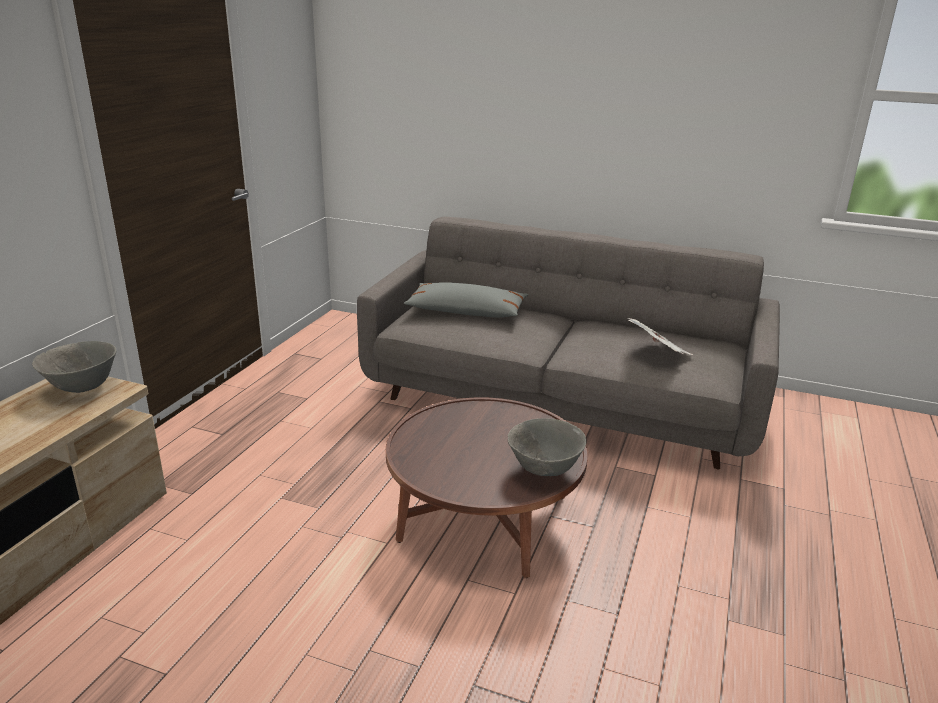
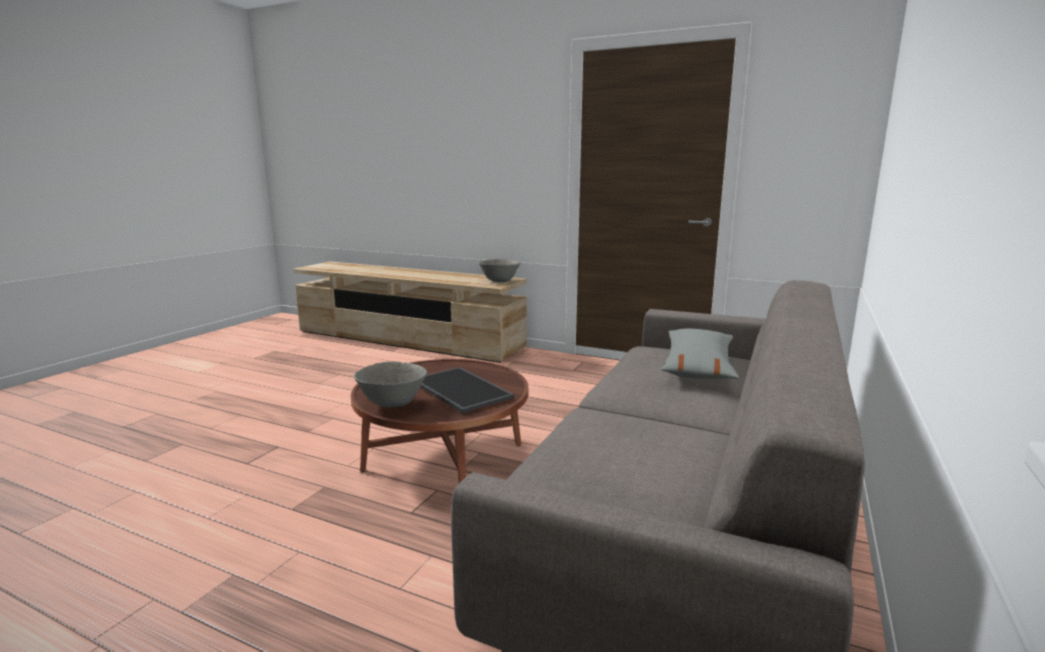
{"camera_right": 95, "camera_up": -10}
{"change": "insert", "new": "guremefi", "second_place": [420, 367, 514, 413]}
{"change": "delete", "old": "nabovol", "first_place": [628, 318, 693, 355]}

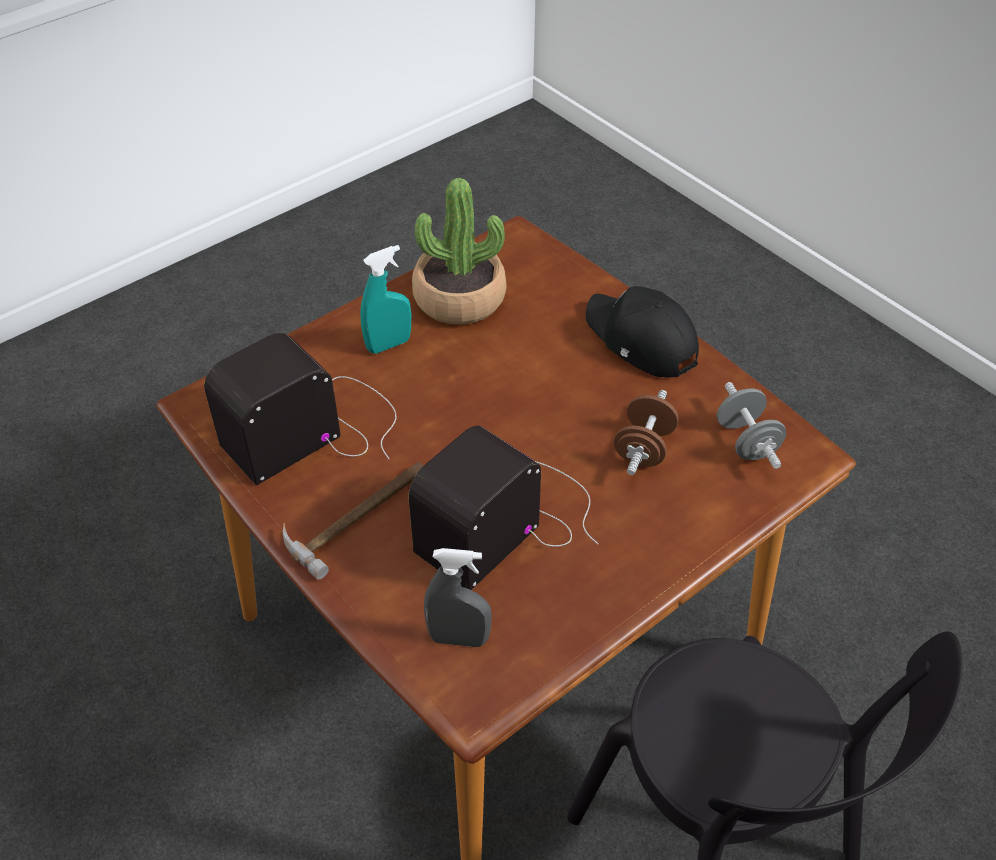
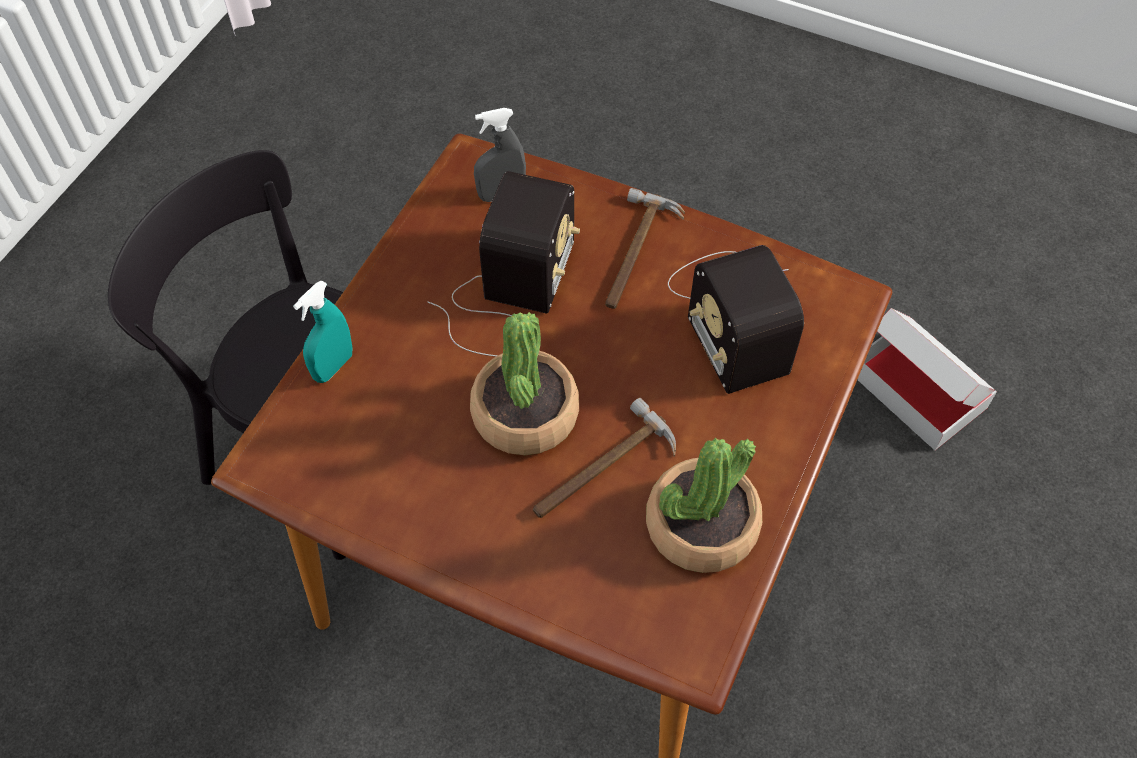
{"camera_right": 155, "camera_up": 10}
{"change": "move", "old": "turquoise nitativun", "first_place": [360, 245, 411, 353], "second_place": [293, 280, 352, 383]}
{"change": "insert", "new": "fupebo", "second_place": [470, 312, 579, 455]}
{"change": "insert", "new": "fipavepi", "second_place": [533, 398, 676, 518]}
{"change": "rotate", "old": "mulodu", "first_place": [204, 333, 397, 485], "second_place": [668, 245, 804, 394], "degrees": 135}
{"change": "insert", "new": "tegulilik", "second_place": [857, 308, 997, 450]}
{"change": "delete", "old": "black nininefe", "first_place": [586, 286, 699, 377]}
{"change": "delete", "old": "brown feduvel", "first_place": [614, 390, 679, 475]}
{"change": "delete", "old": "grey feduvel", "first_place": [717, 382, 786, 469]}

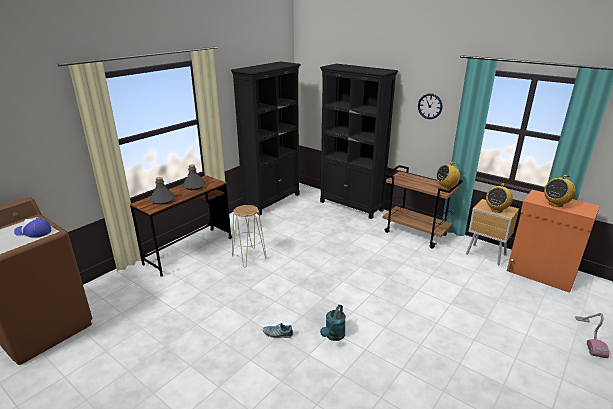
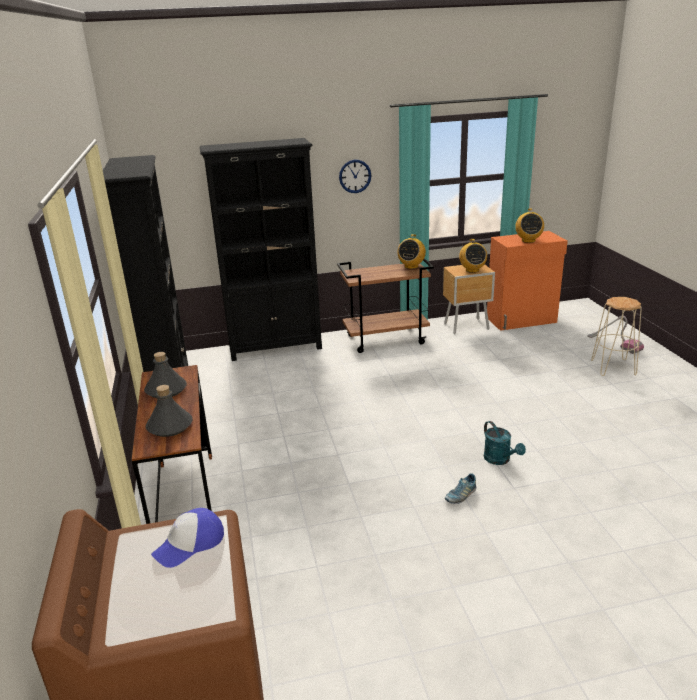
{"camera_right": -50, "camera_up": 0}
{"change": "move", "old": "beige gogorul", "first_place": [232, 205, 267, 267], "second_place": [591, 297, 642, 376]}

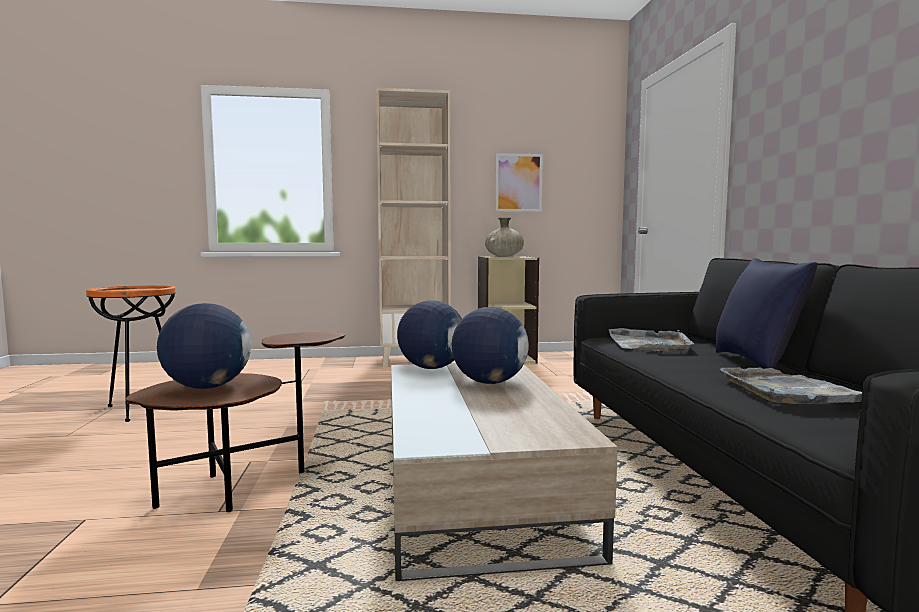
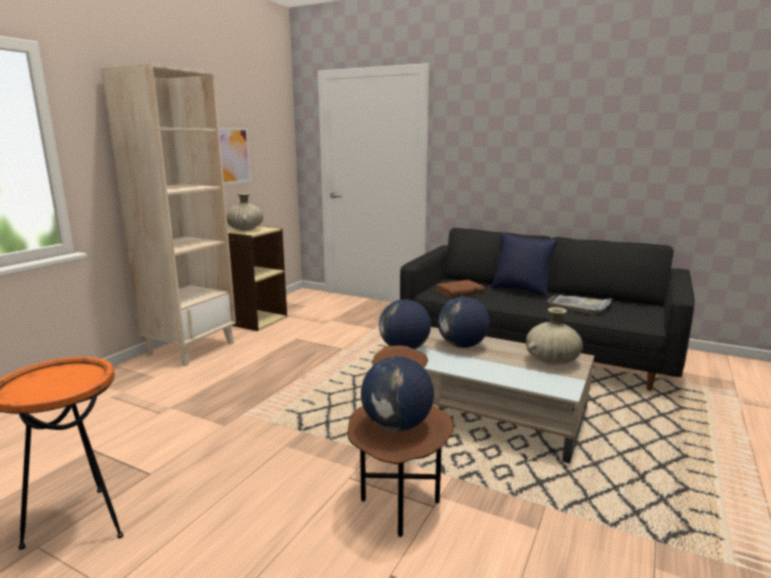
{"camera_right": -55, "camera_up": 10}
{"change": "replace", "old": "grey guremefi", "new": "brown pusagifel", "first_place": [609, 328, 694, 352], "second_place": [435, 280, 484, 297]}
{"change": "insert", "new": "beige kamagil", "second_place": [526, 307, 583, 365]}

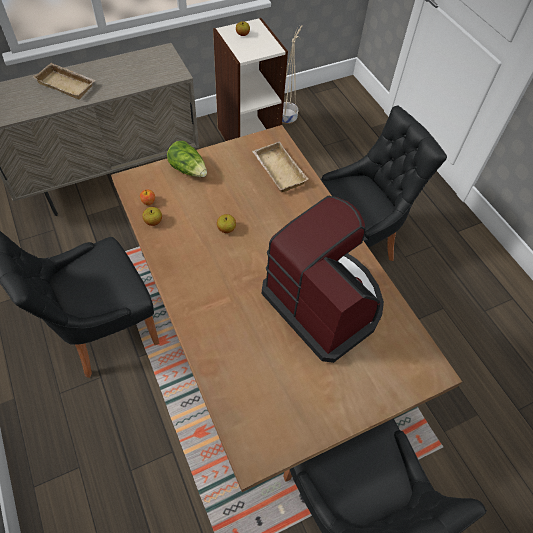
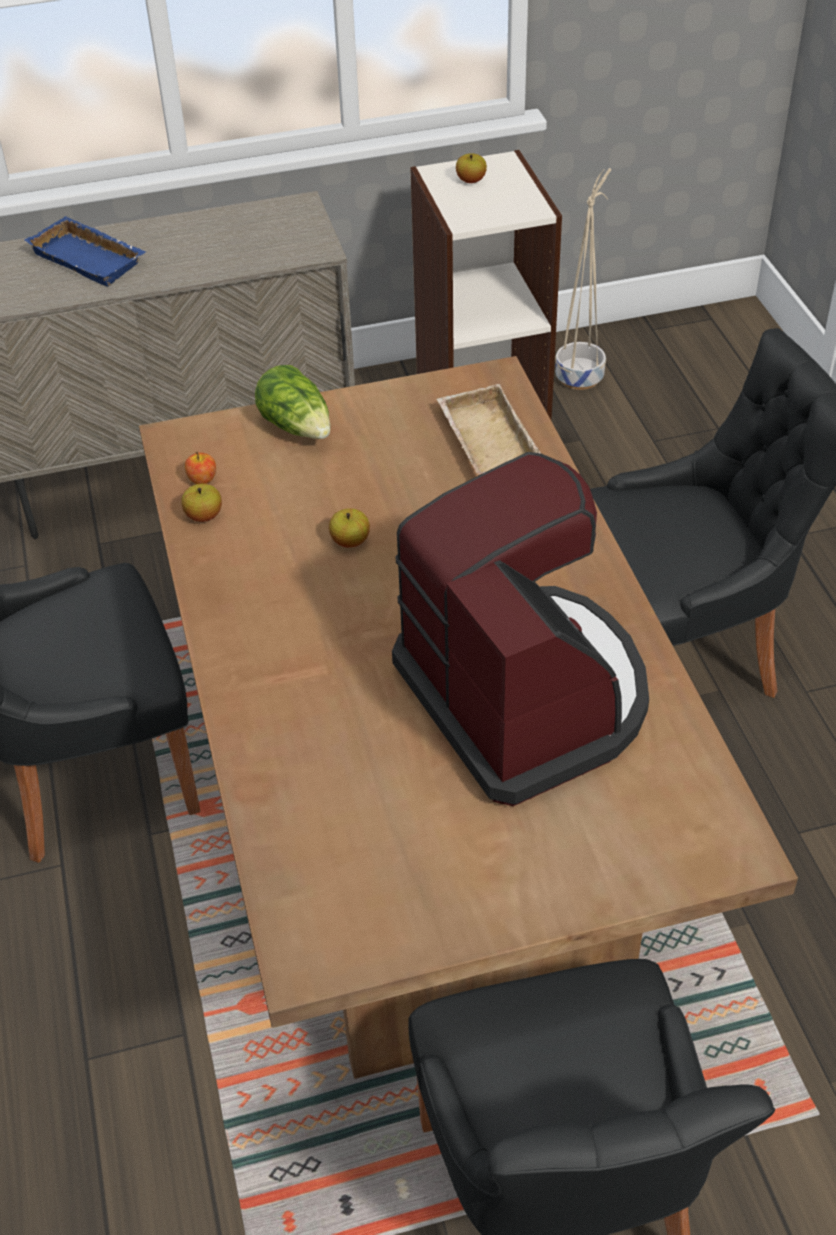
{"camera_right": 15, "camera_up": -10}
{"change": "recolor", "old": "beige guremefi", "new": "blue guremefi", "first_place": [33, 63, 96, 100], "second_place": [24, 216, 146, 286]}

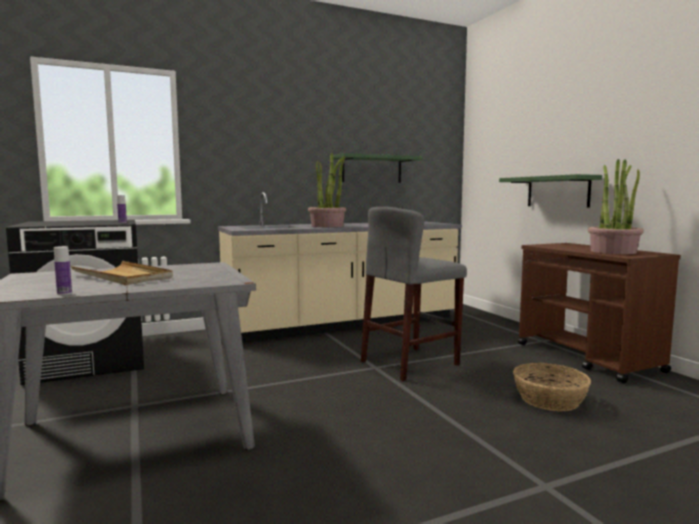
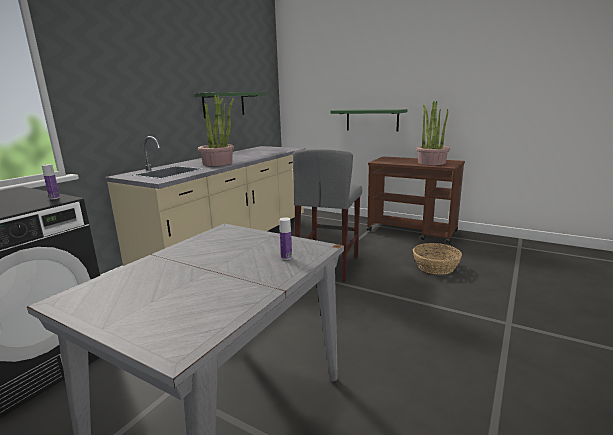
{"camera_right": -35, "camera_up": 10}
{"change": "move", "old": "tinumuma", "first_place": [54, 246, 72, 295], "second_place": [279, 217, 292, 260]}
{"change": "delete", "old": "beige guremefi", "first_place": [71, 261, 173, 285]}

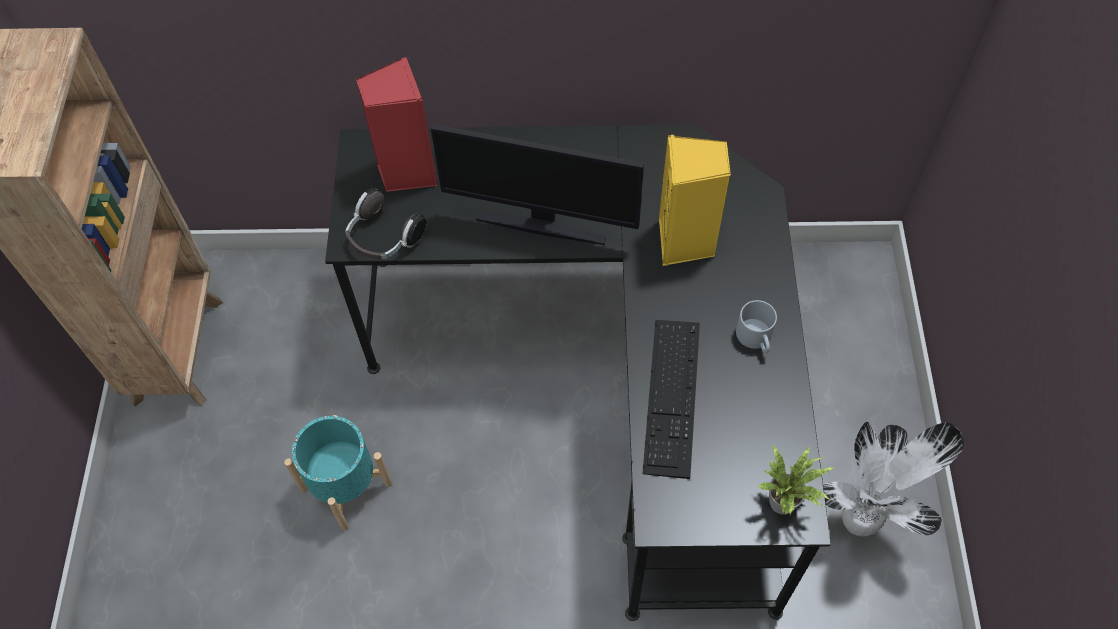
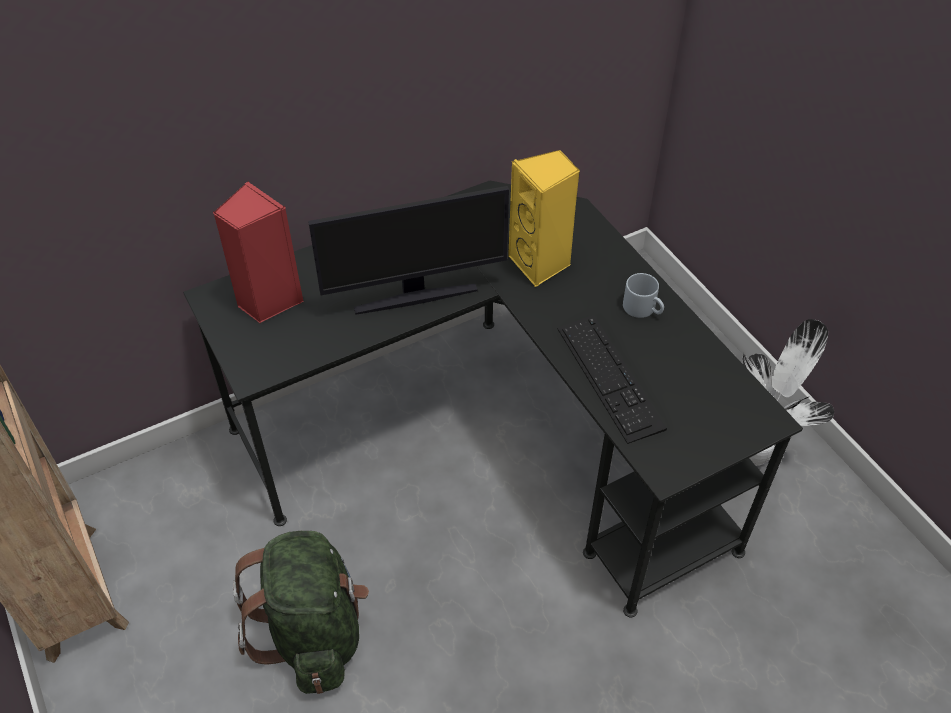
{"camera_right": -30, "camera_up": -10}
{"change": "replace", "old": "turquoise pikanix", "new": "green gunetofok", "first_place": [284, 415, 392, 530], "second_place": [233, 531, 369, 694]}
{"change": "delete", "old": "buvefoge", "first_place": [345, 188, 427, 260]}
{"change": "delete", "old": "fupebo", "first_place": [757, 444, 836, 515]}

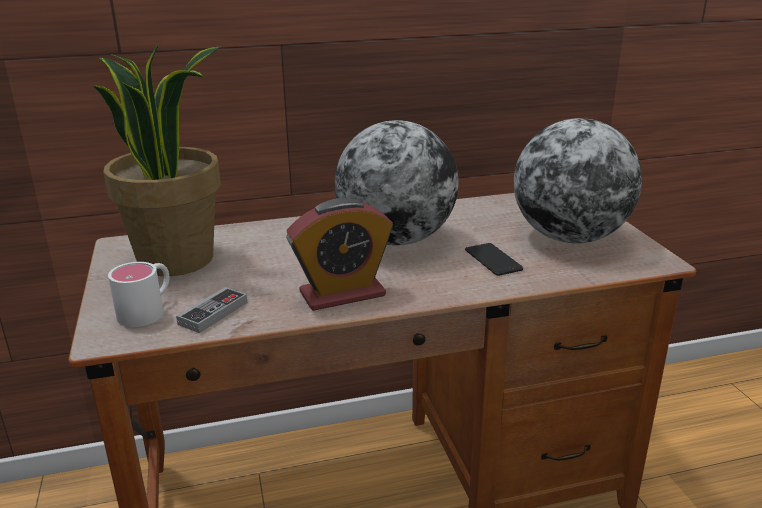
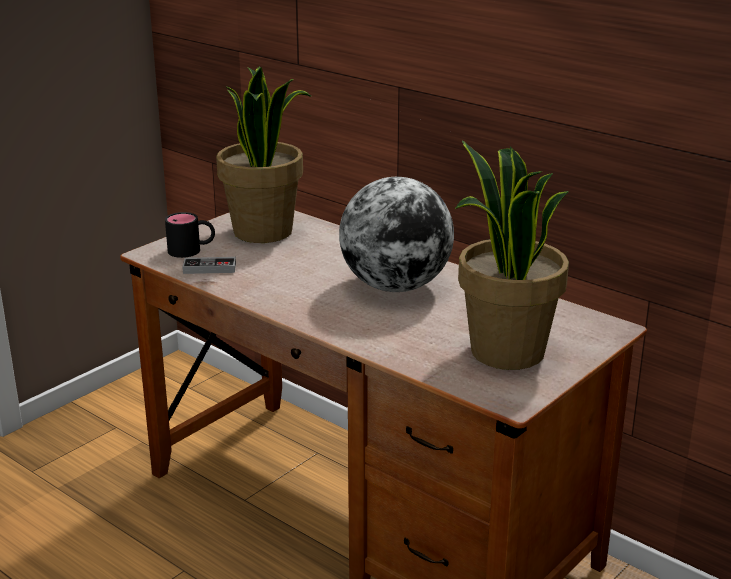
{"camera_right": 55, "camera_up": 0}
{"change": "recolor", "old": "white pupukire", "new": "black pupukire", "first_place": [108, 262, 169, 327], "second_place": [165, 212, 215, 258]}
{"change": "replace", "old": "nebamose", "new": "fupebo", "first_place": [514, 118, 642, 244], "second_place": [455, 140, 569, 370]}
{"change": "delete", "old": "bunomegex", "first_place": [286, 198, 393, 311]}
{"change": "delete", "old": "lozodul", "first_place": [465, 243, 523, 276]}

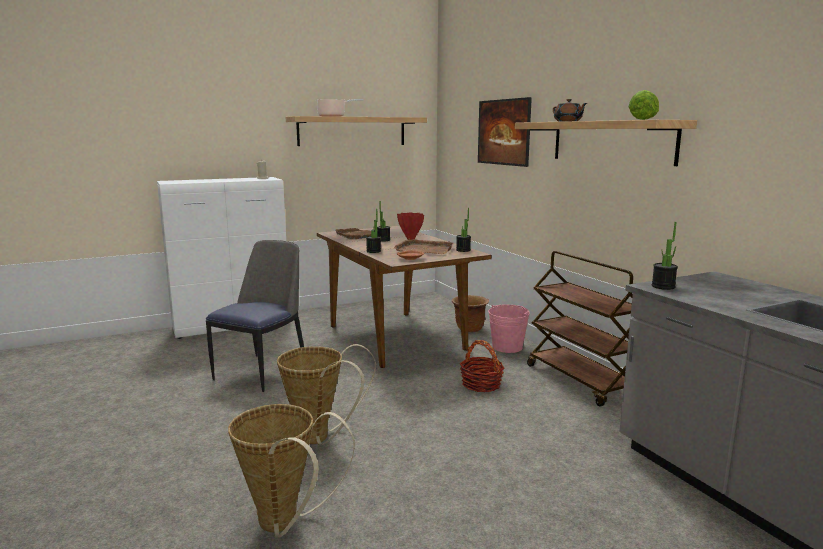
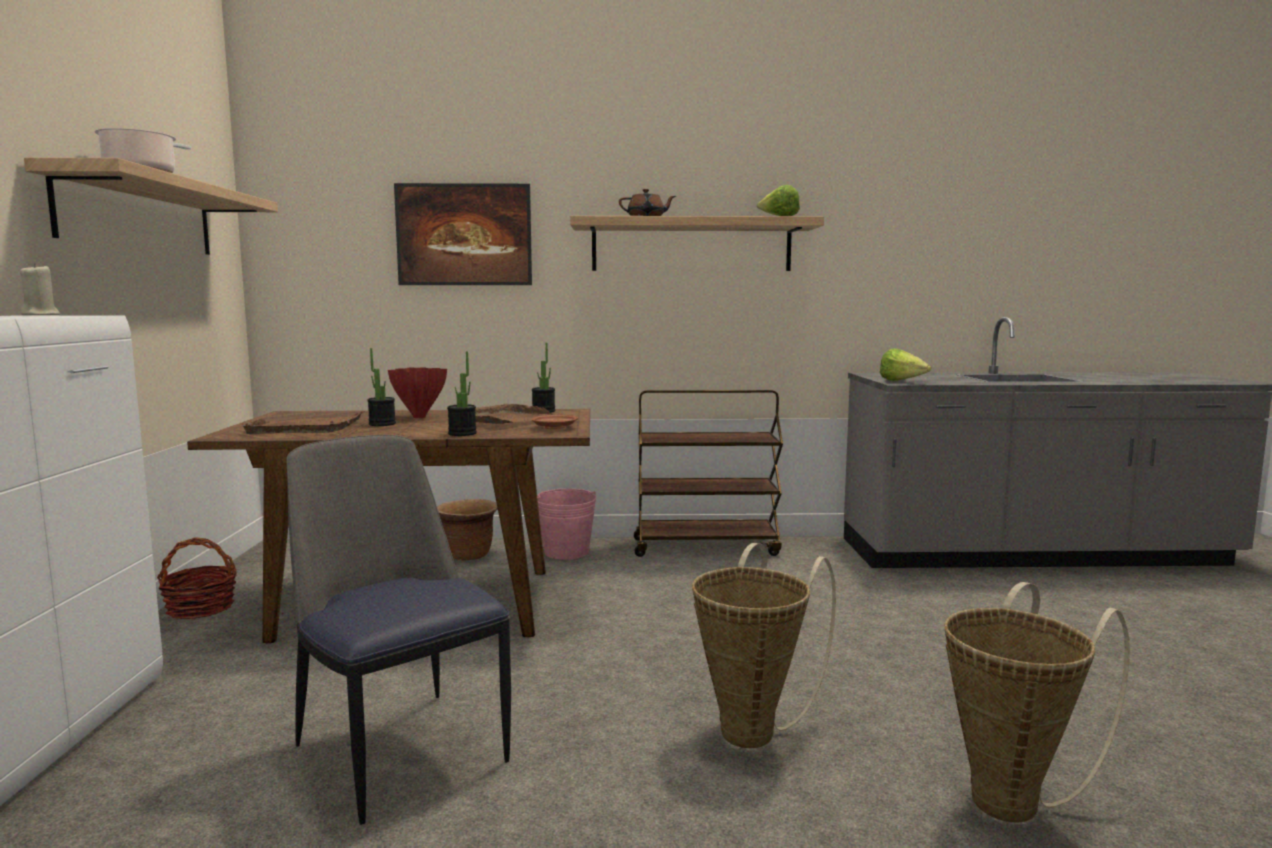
{"camera_right": -65, "camera_up": -5}
{"change": "move", "old": "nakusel", "first_place": [460, 340, 504, 392], "second_place": [157, 537, 237, 619]}
{"change": "replace", "old": "fupebo", "new": "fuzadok", "first_place": [652, 222, 678, 290], "second_place": [880, 348, 931, 381]}

